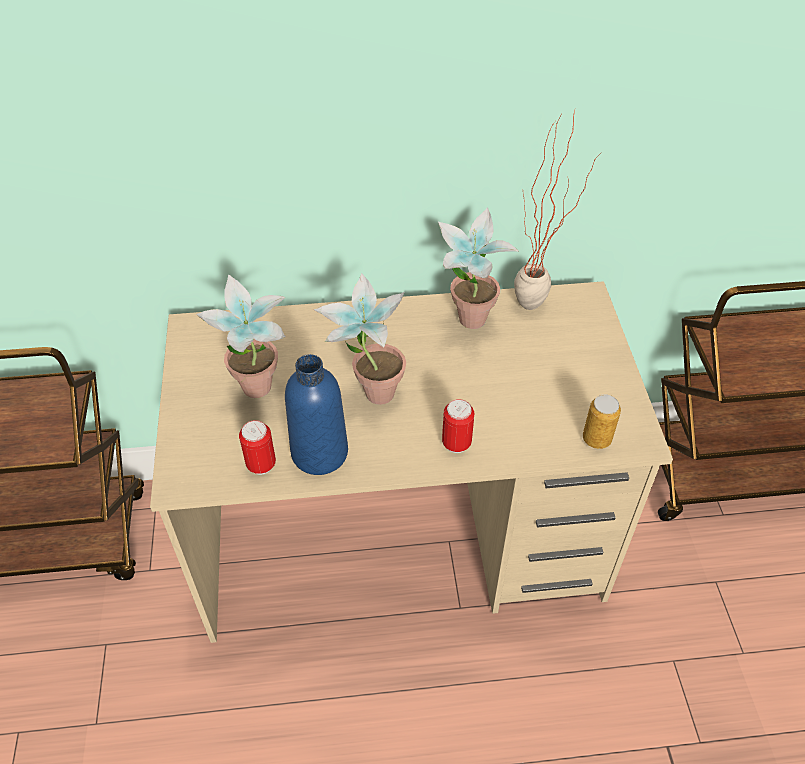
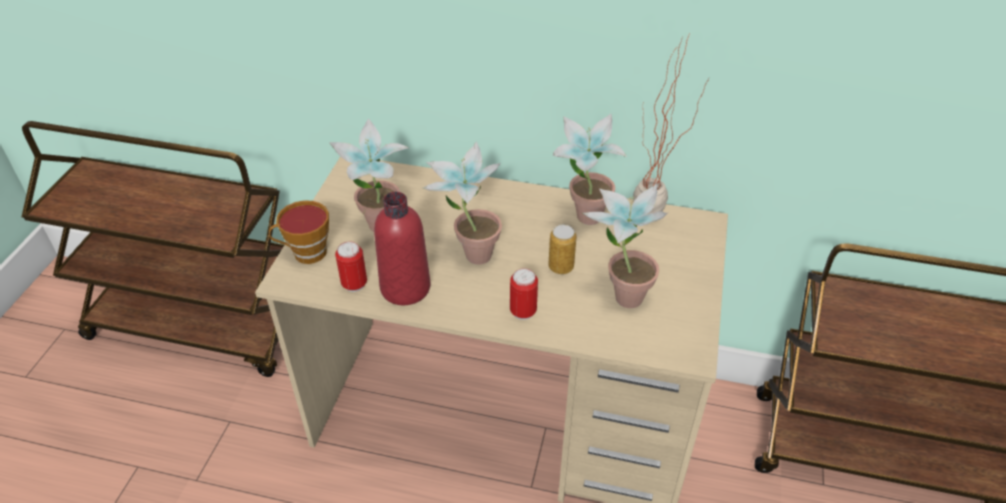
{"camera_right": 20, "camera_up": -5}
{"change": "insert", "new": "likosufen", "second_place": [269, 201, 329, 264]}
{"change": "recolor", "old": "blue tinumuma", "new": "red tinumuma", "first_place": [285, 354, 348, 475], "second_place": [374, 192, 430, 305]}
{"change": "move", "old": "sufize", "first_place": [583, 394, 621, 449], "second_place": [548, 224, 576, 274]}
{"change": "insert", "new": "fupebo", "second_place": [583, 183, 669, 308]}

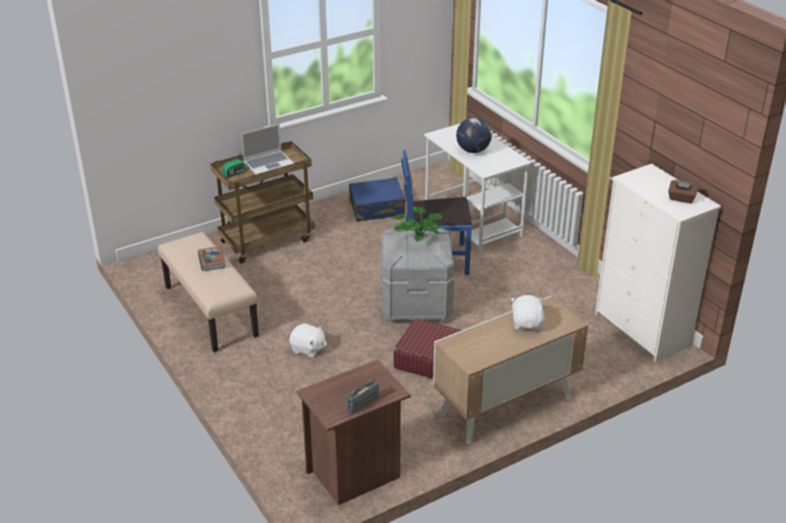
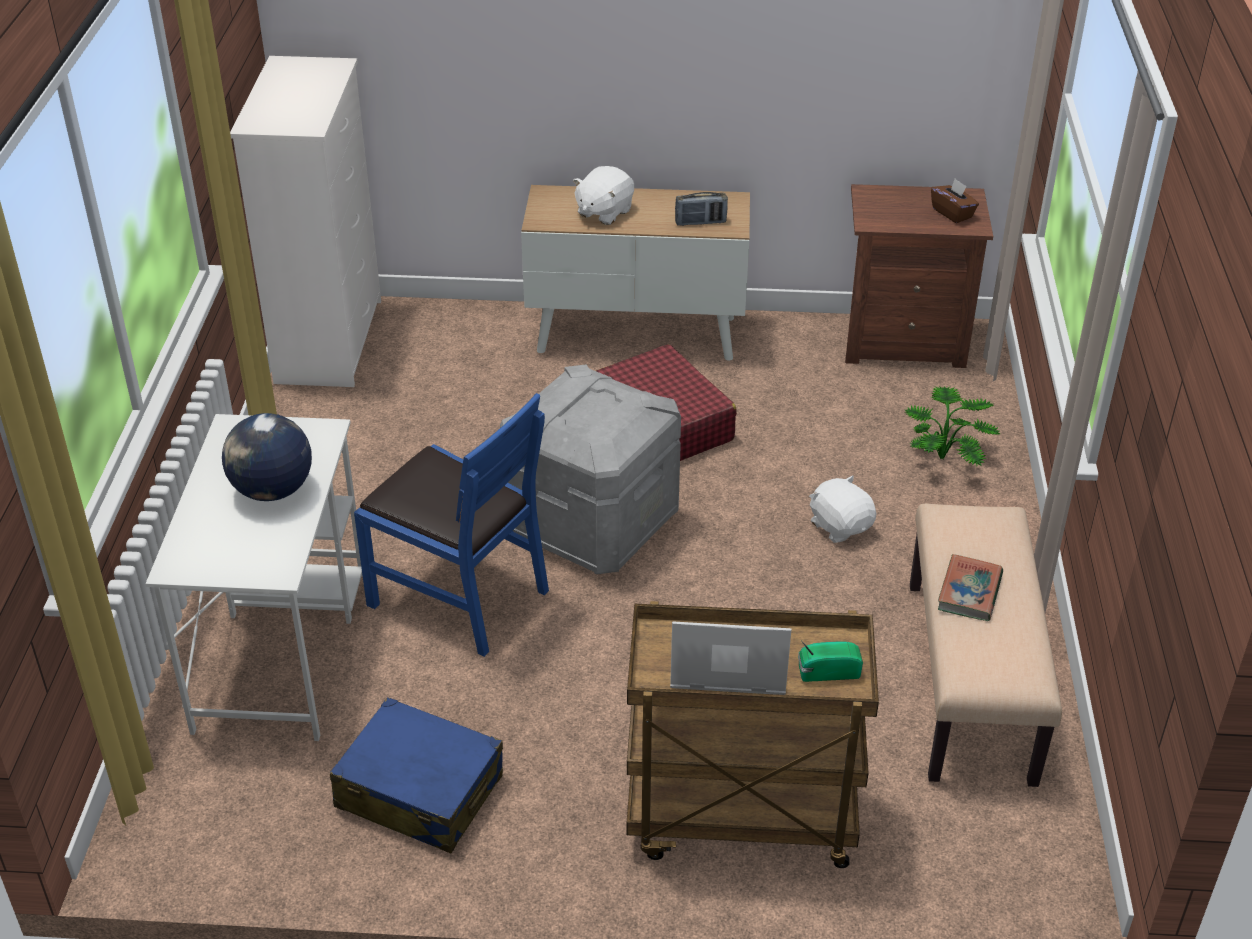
{"camera_right": -145, "camera_up": 5}
{"change": "move", "old": "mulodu", "first_place": [347, 379, 379, 414], "second_place": [675, 192, 728, 226]}
{"change": "move", "old": "fupebo", "first_place": [391, 207, 443, 242], "second_place": [905, 386, 1001, 466]}
{"change": "move", "old": "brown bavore", "first_place": [668, 180, 699, 203], "second_place": [931, 179, 979, 223]}

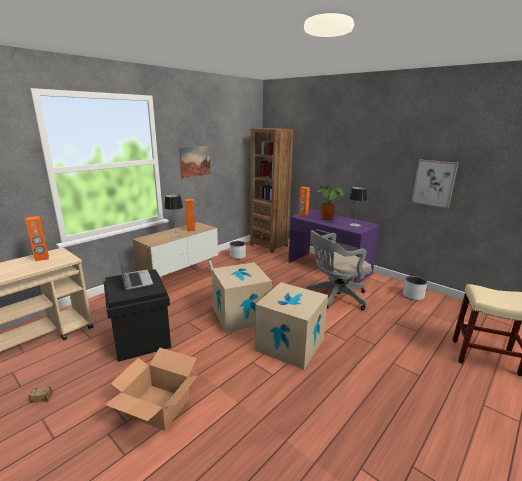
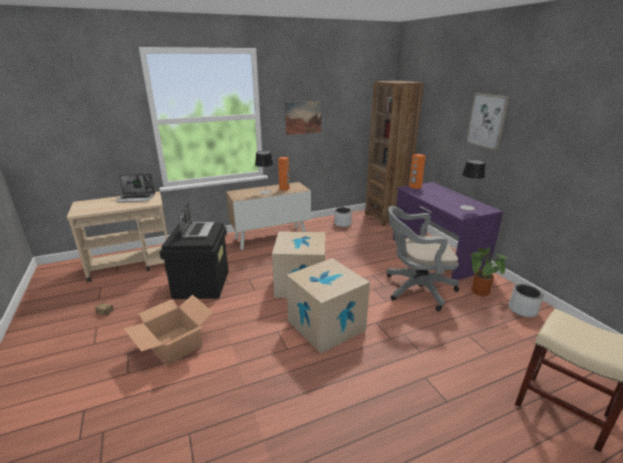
{"camera_right": 25, "camera_up": 5}
{"change": "replace", "old": "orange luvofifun", "new": "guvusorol", "first_place": [25, 216, 49, 261], "second_place": [116, 173, 155, 202]}
{"change": "move", "old": "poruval", "first_place": [411, 159, 458, 208], "second_place": [466, 93, 510, 150]}
{"change": "move", "old": "fupebo", "first_place": [317, 182, 343, 220], "second_place": [471, 246, 508, 296]}

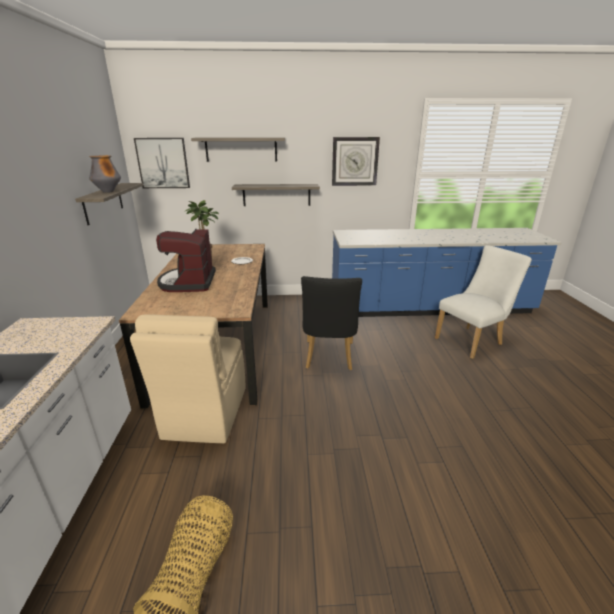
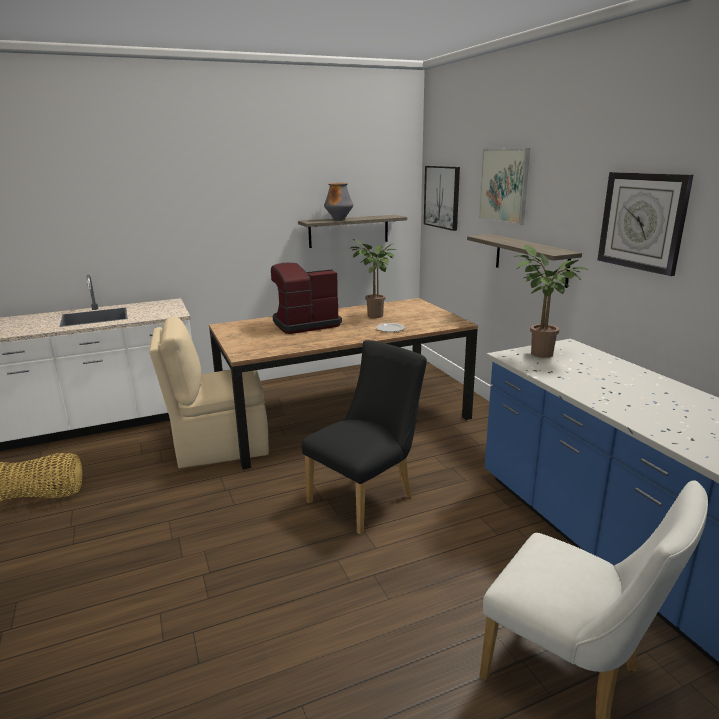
{"camera_right": 70, "camera_up": -5}
{"change": "rotate", "old": "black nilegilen", "first_place": [301, 276, 362, 370], "second_place": [302, 340, 427, 535], "degrees": 150}
{"change": "replace", "old": "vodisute", "new": "poruval", "first_place": [191, 137, 285, 162], "second_place": [479, 148, 530, 225]}
{"change": "insert", "new": "fupebo", "second_place": [513, 245, 590, 358]}

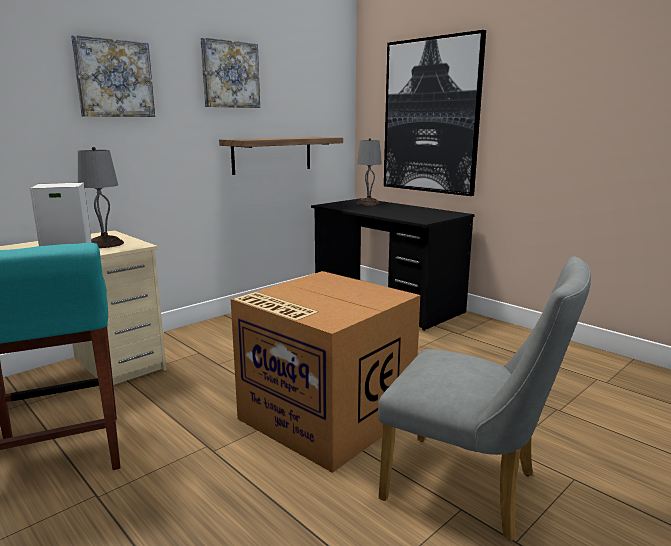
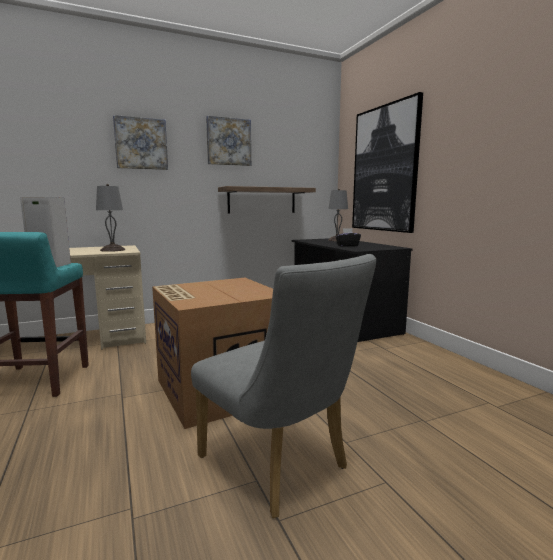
{"camera_right": 20, "camera_up": -5}
{"change": "insert", "new": "black bavore", "second_place": [336, 228, 361, 247]}

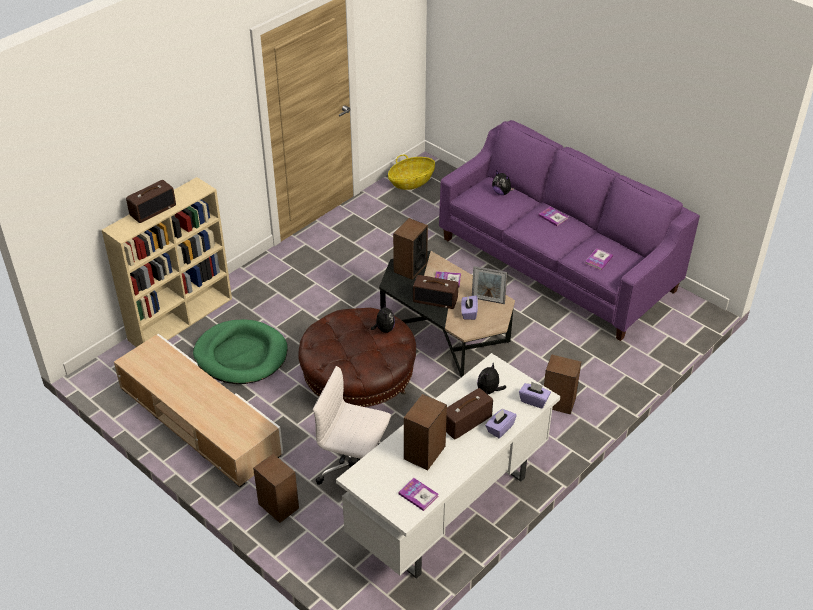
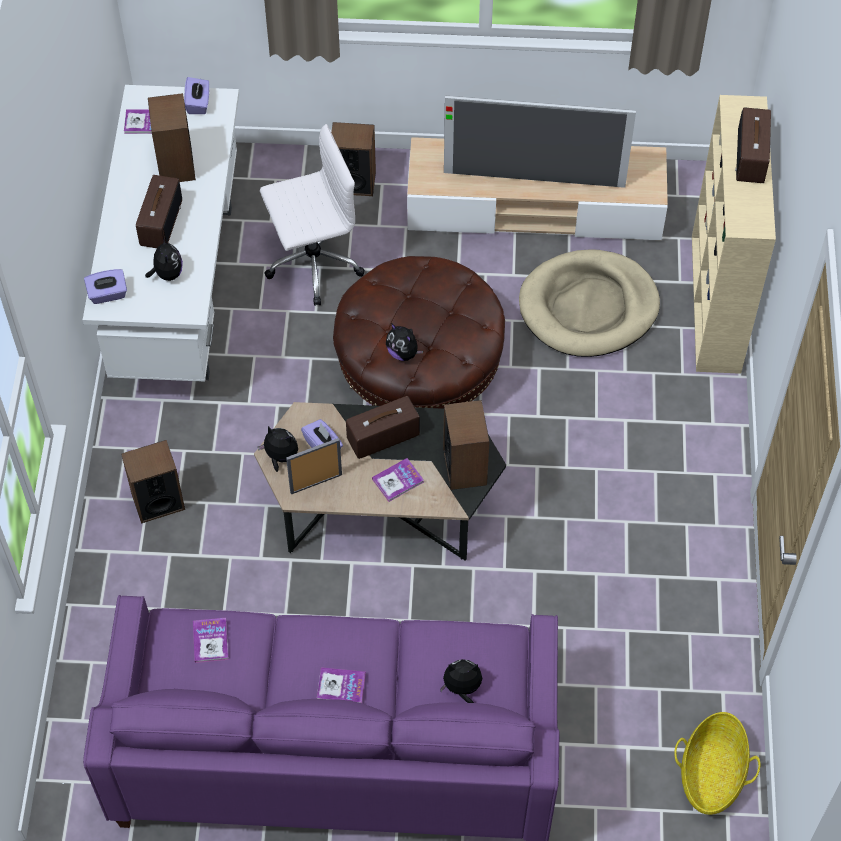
{"camera_right": 140, "camera_up": 15}
{"change": "move", "old": "purple bavore", "first_place": [485, 409, 517, 438], "second_place": [184, 77, 210, 114]}
{"change": "insert", "new": "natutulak", "second_place": [258, 426, 298, 472]}
{"change": "insert", "new": "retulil", "second_place": [444, 96, 636, 188]}
{"change": "recolor", "old": "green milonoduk", "new": "beige milonoduk", "first_place": [193, 319, 288, 384], "second_place": [519, 249, 660, 357]}

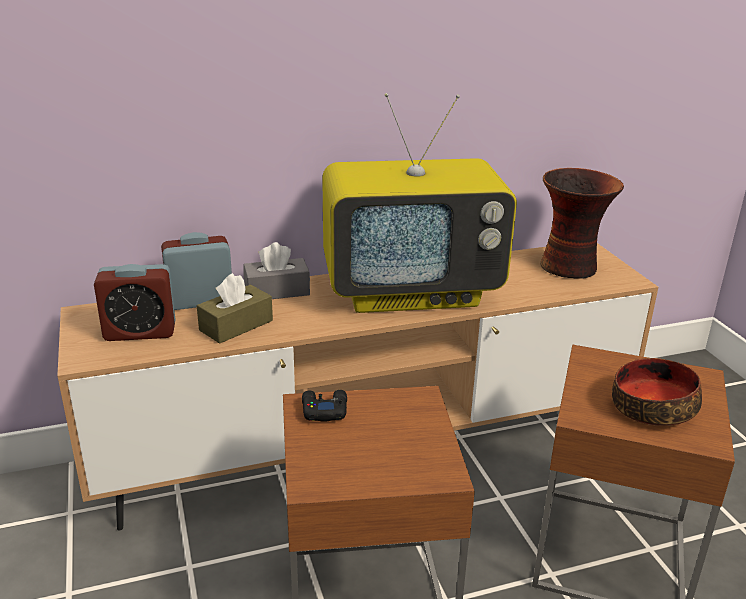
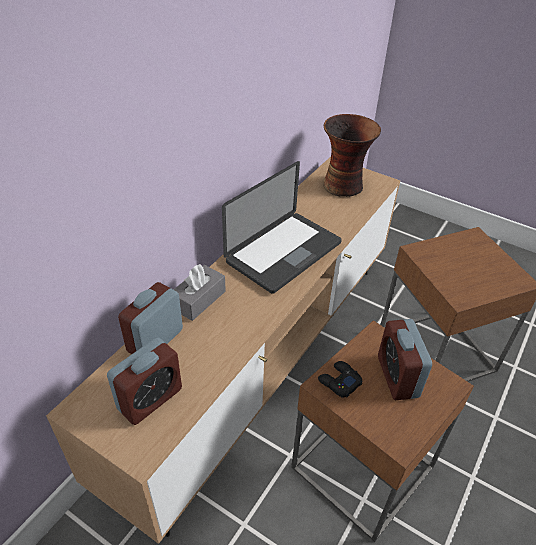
{"camera_right": -40, "camera_up": 15}
{"change": "replace", "old": "retulil", "new": "guvusorol", "first_place": [322, 93, 517, 313], "second_place": [222, 161, 342, 294]}
{"change": "insert", "new": "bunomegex", "second_place": [378, 319, 432, 400]}
{"change": "delete", "old": "brown bavore", "first_place": [197, 273, 273, 344]}
{"change": "delete", "old": "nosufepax", "first_place": [612, 358, 702, 426]}

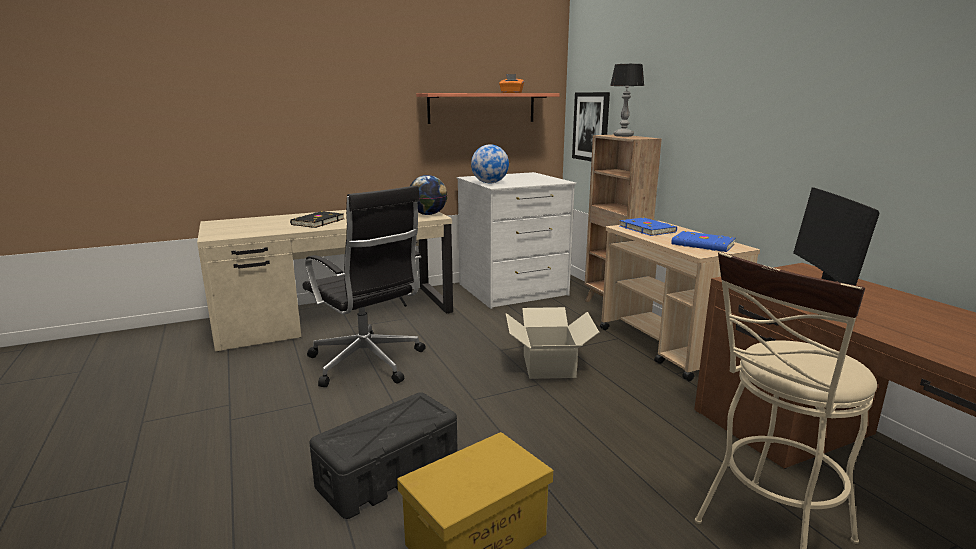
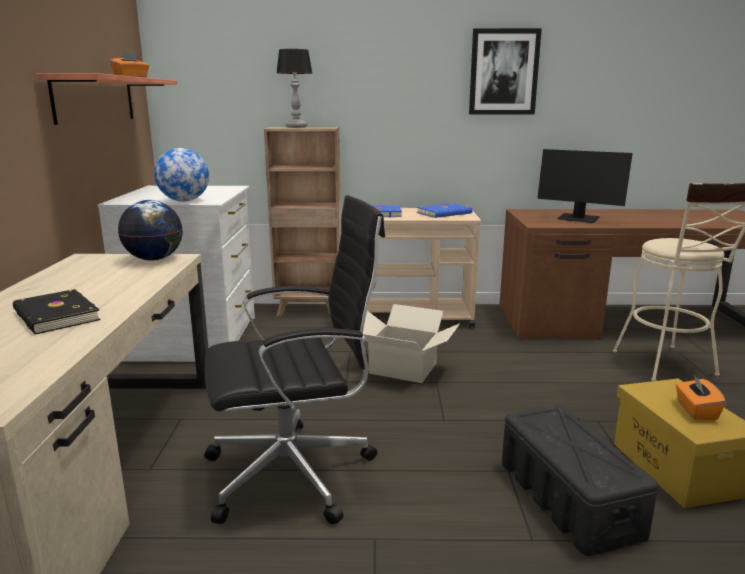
{"camera_right": -65, "camera_up": 0}
{"change": "move", "old": "poruval", "first_place": [572, 92, 610, 161], "second_place": [469, 28, 542, 115]}
{"change": "insert", "new": "orange bavore", "second_place": [676, 375, 726, 420]}

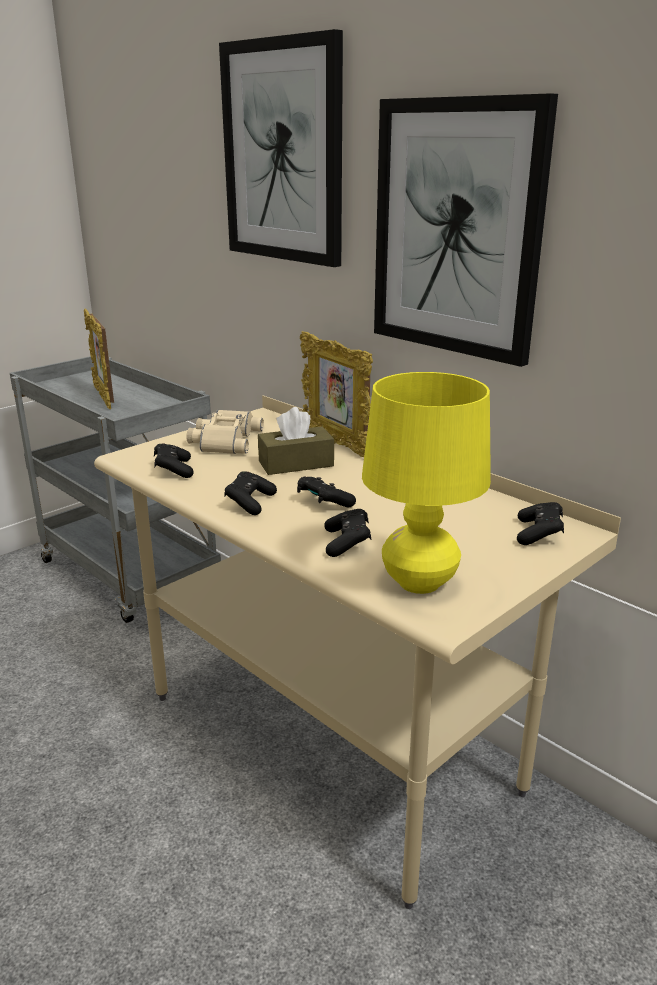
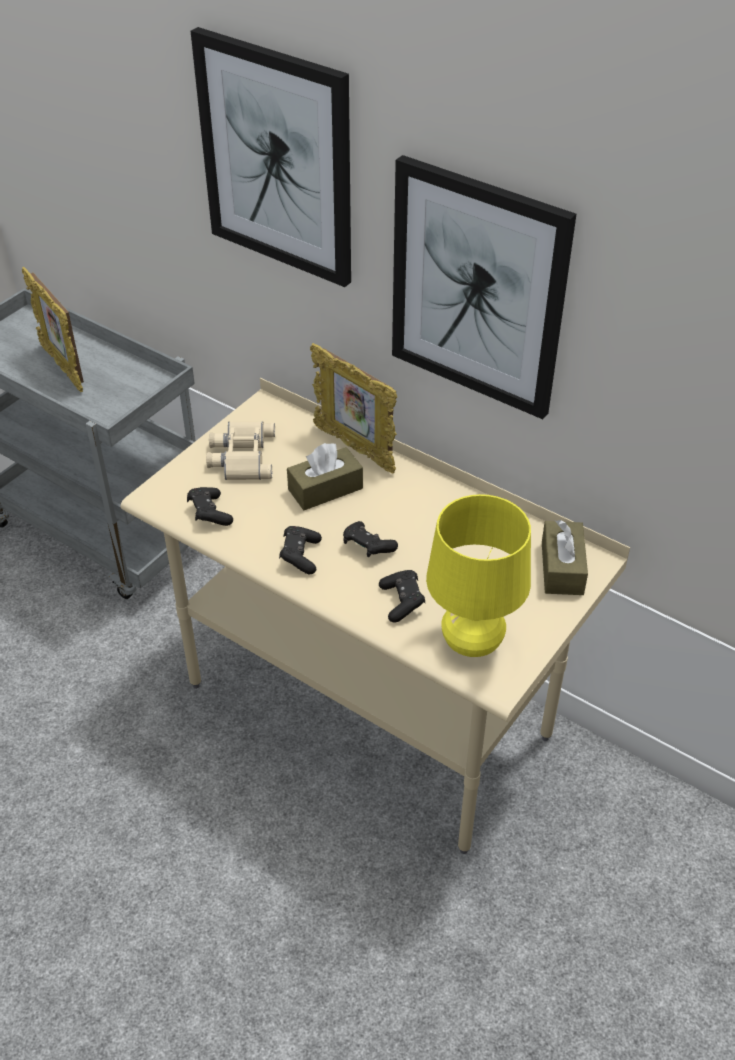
{"camera_right": -10, "camera_up": 20}
{"change": "replace", "old": "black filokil", "new": "brown bavore", "first_place": [517, 502, 564, 545], "second_place": [542, 520, 588, 595]}

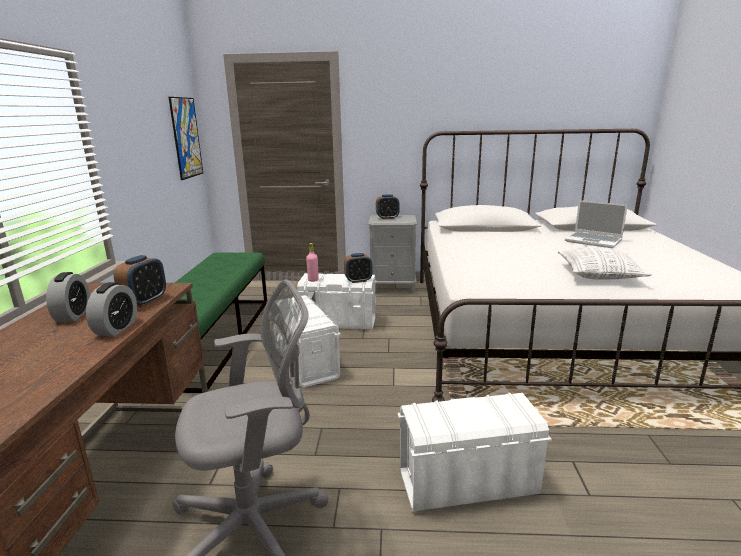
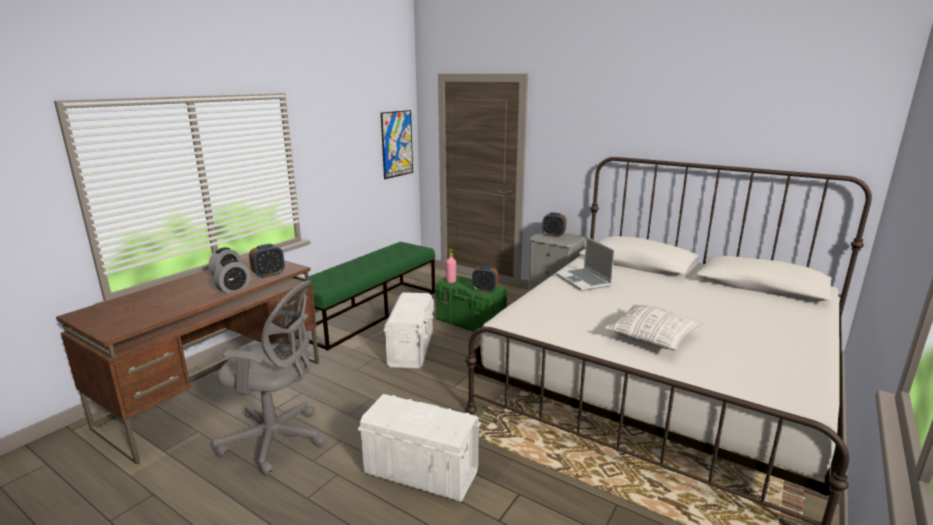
{"camera_right": 30, "camera_up": 0}
{"change": "recolor", "old": "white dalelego", "new": "green dalelego", "first_place": [297, 273, 377, 330], "second_place": [434, 275, 509, 332]}
{"change": "move", "old": "guvusorol", "first_place": [565, 200, 628, 248], "second_place": [556, 237, 615, 291]}

